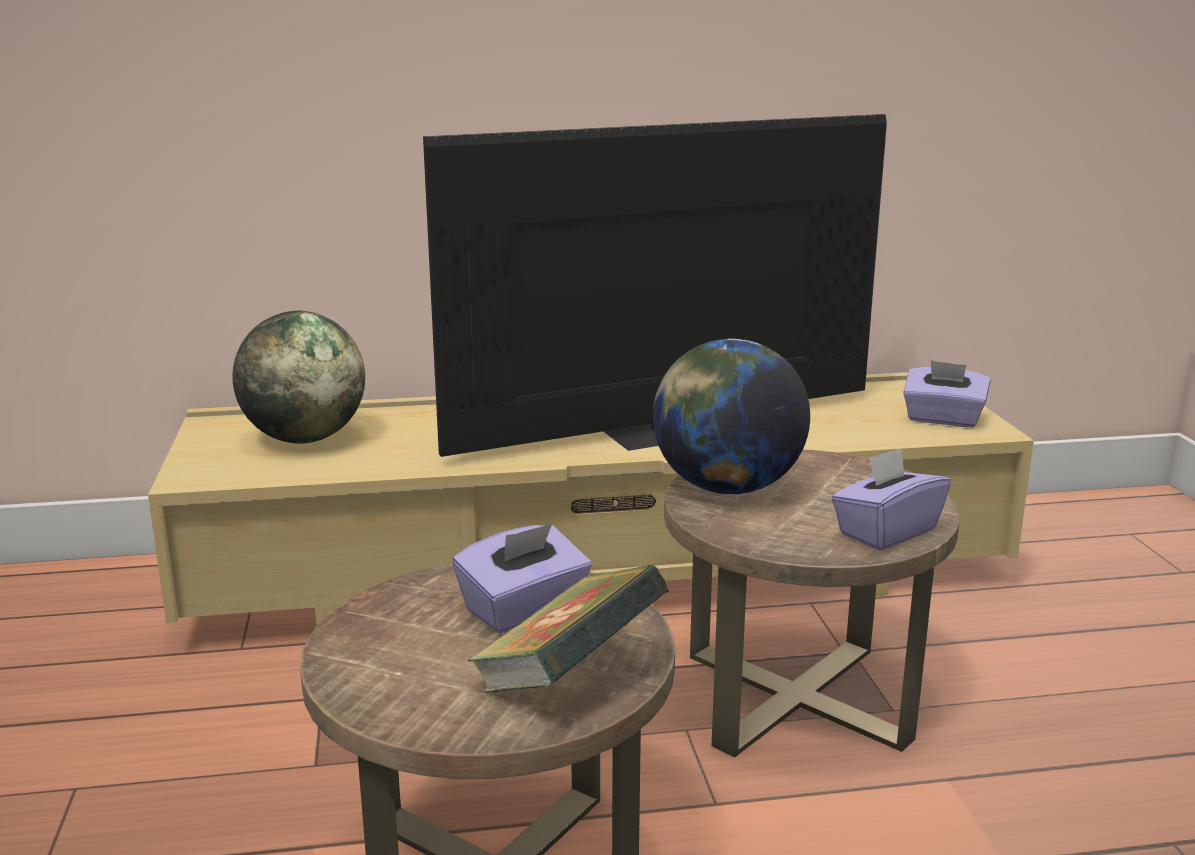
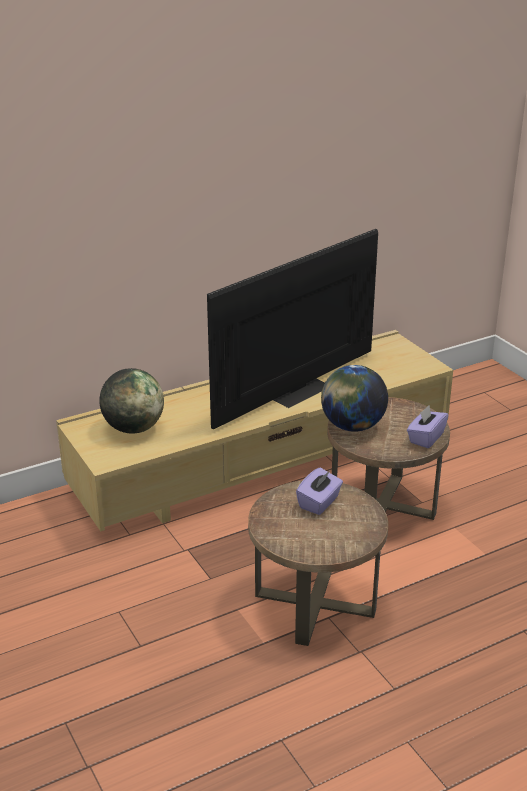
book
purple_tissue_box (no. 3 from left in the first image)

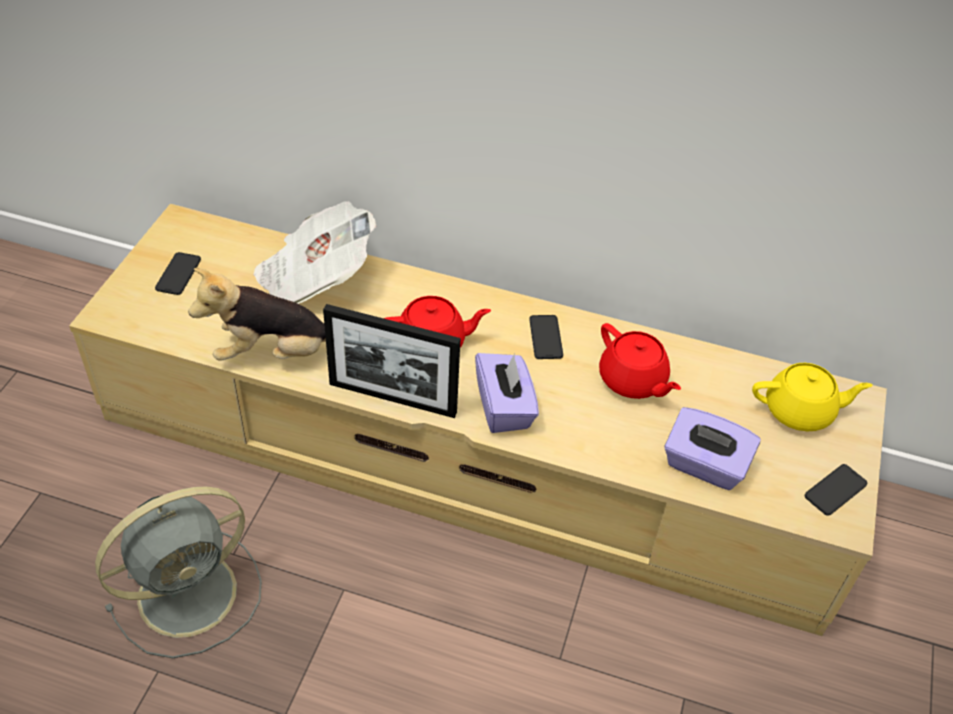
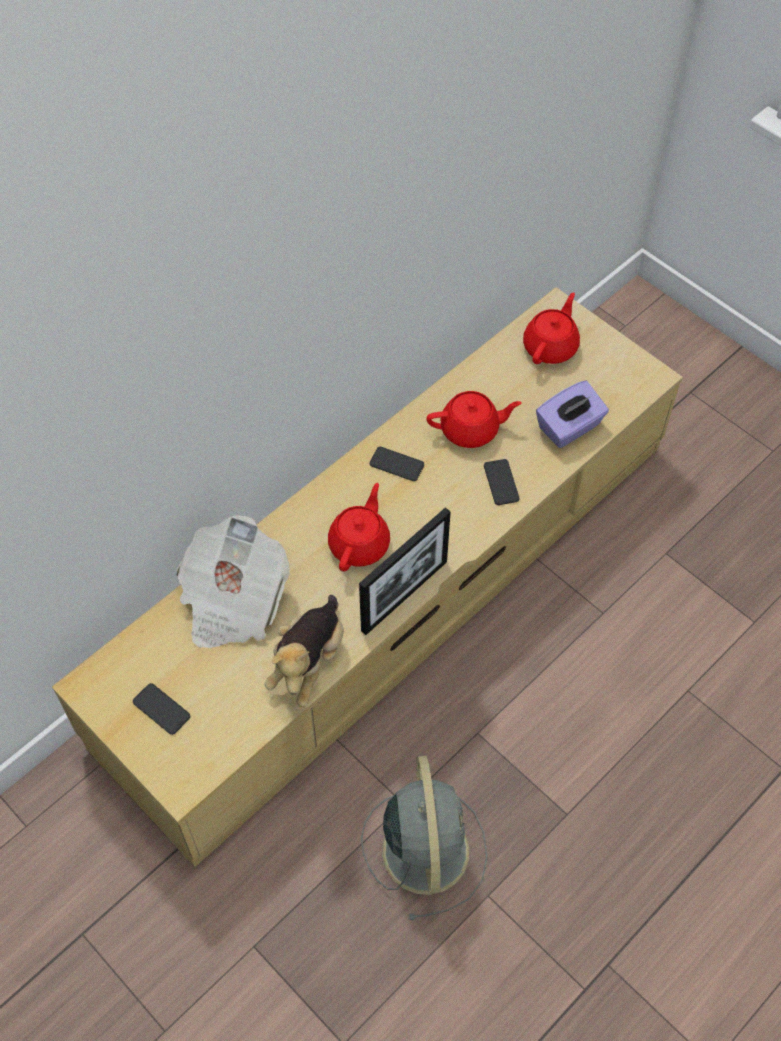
phone (no. 3 from left)
red_teapot (no. 3 from left)
purple_tissue_box (no. 1 from left in the first image)

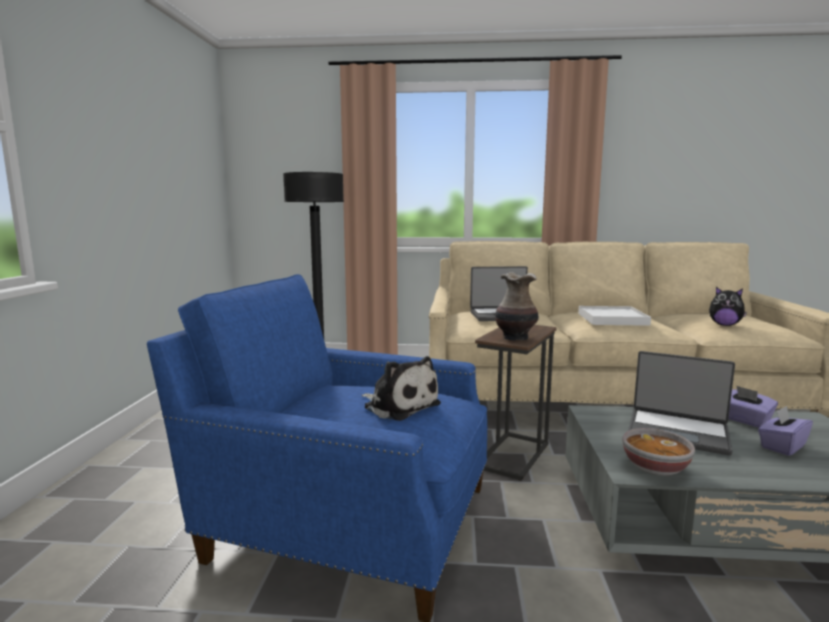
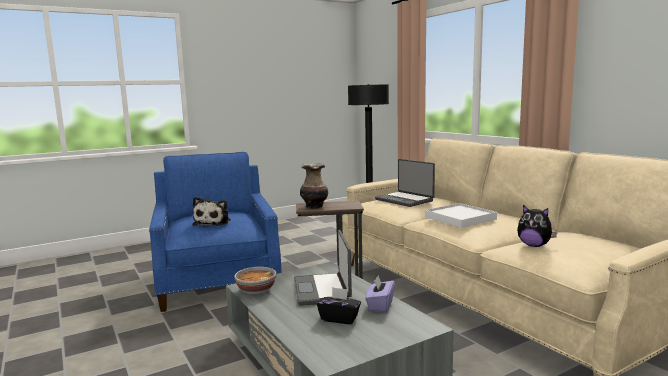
black_tissue_box
plush_toy (no. 2 from left)

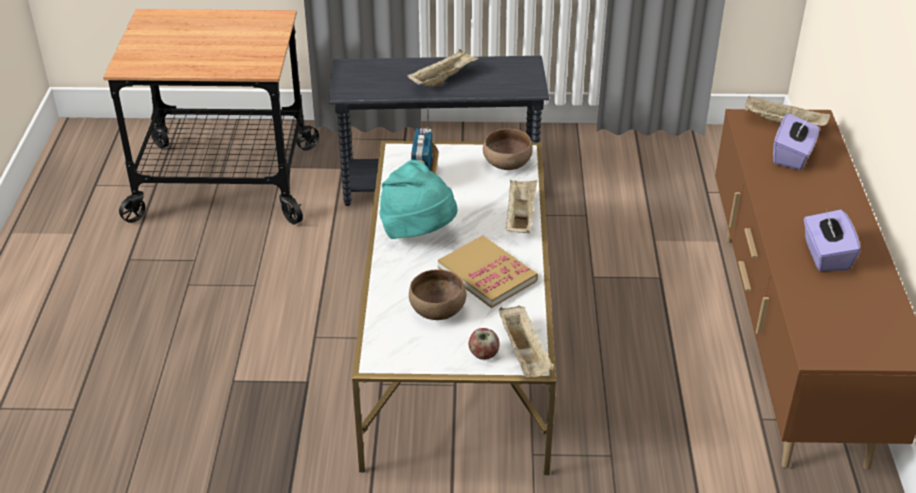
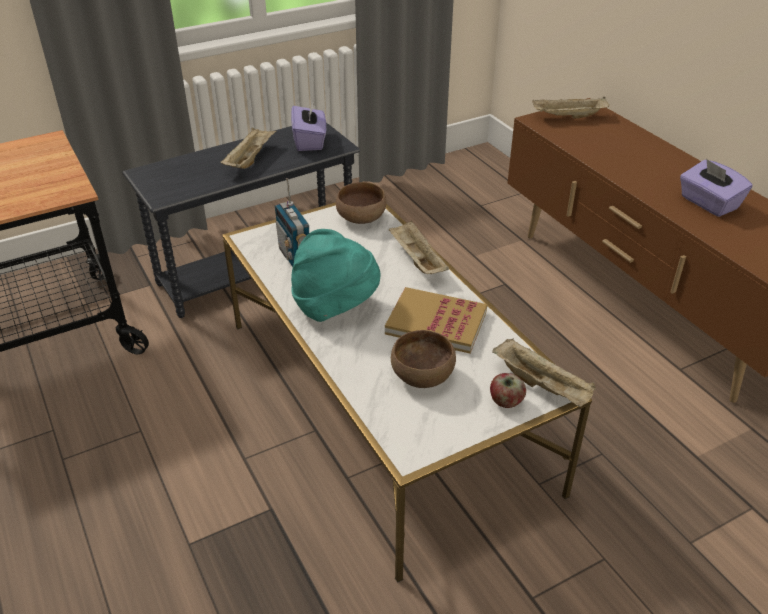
purple_tissue_box (no. 1 from left)

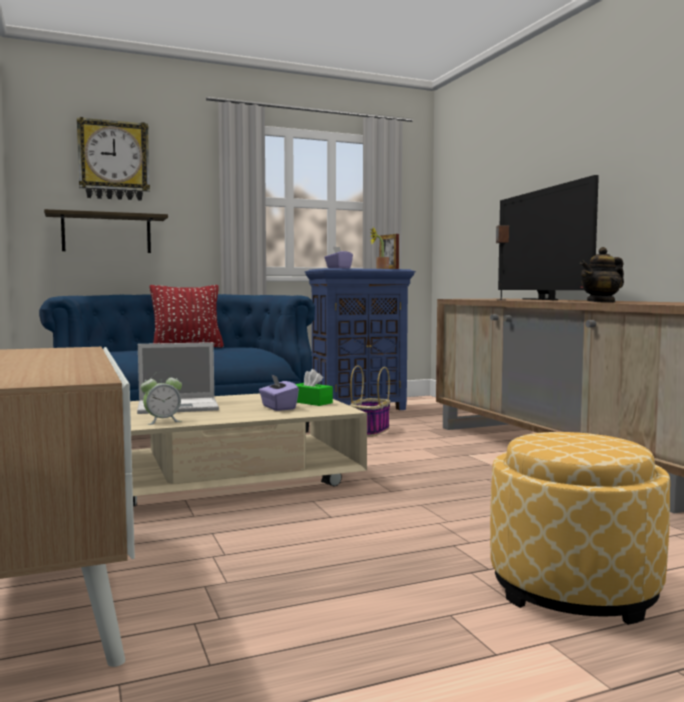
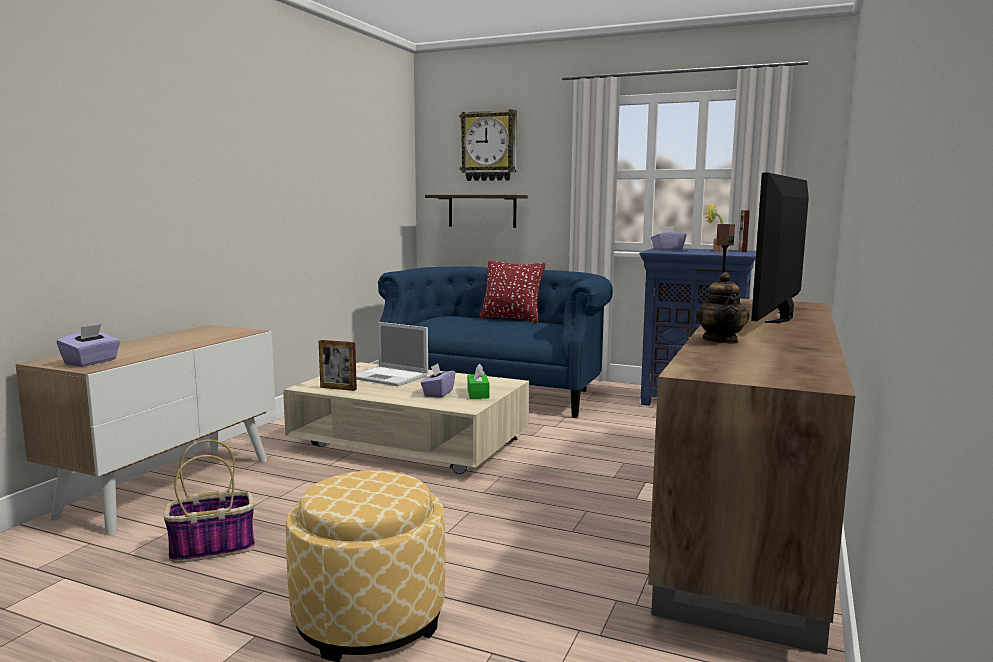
purple_tissue_box (no. 1 from left)
basket
picture_frame (no. 1 from left)
teapot

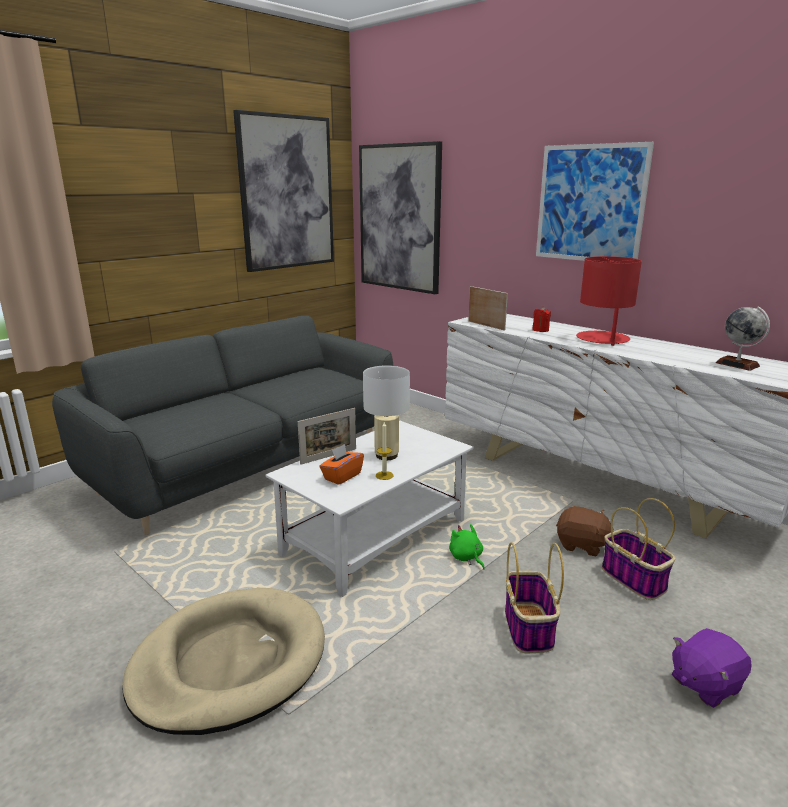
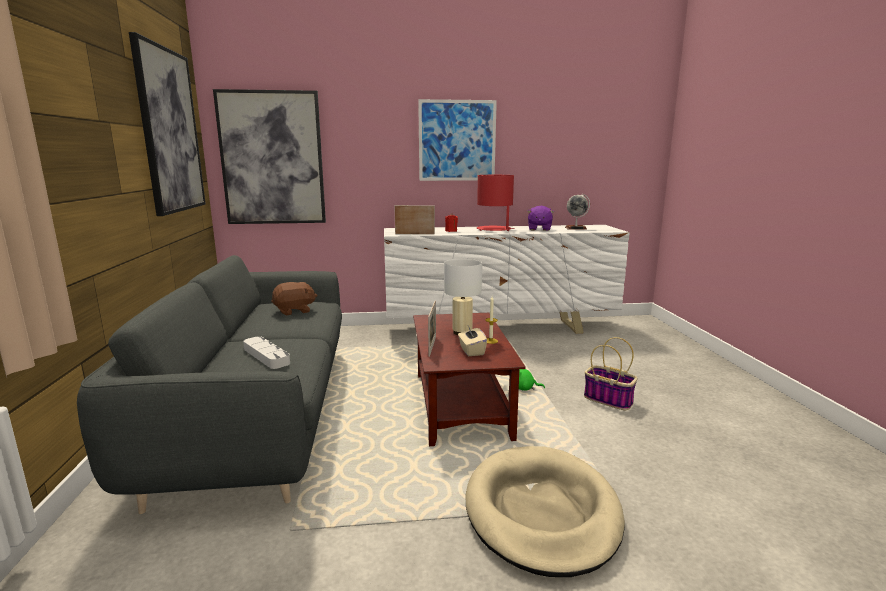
grey_tray
brown_plush_toy
brown_coffee_table
beige_tissue_box
purple_plush_toy
basket (no. 2 from left in the first image)

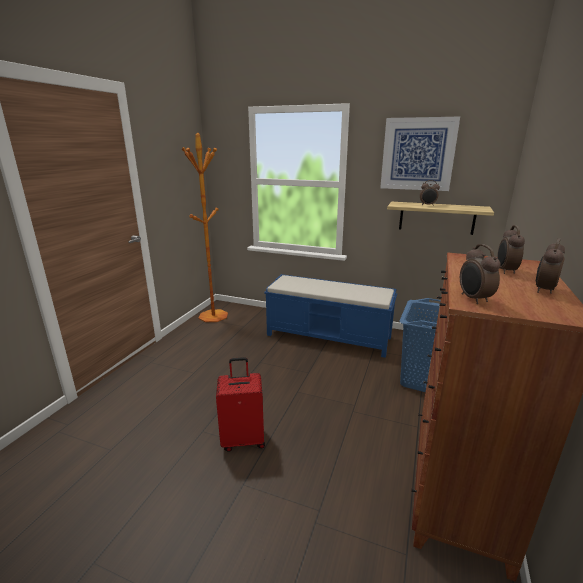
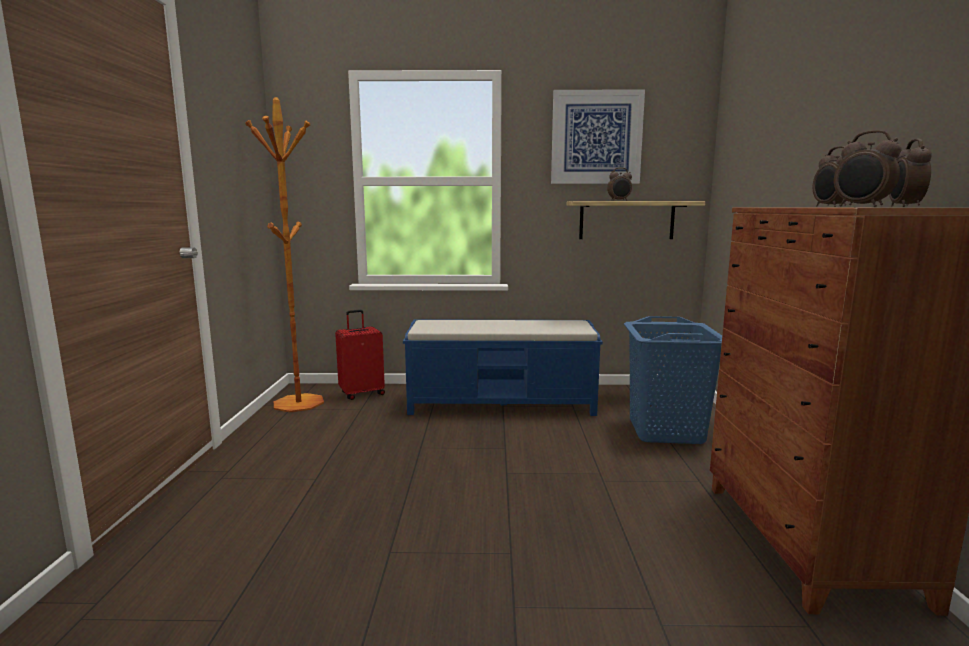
red_suitcase

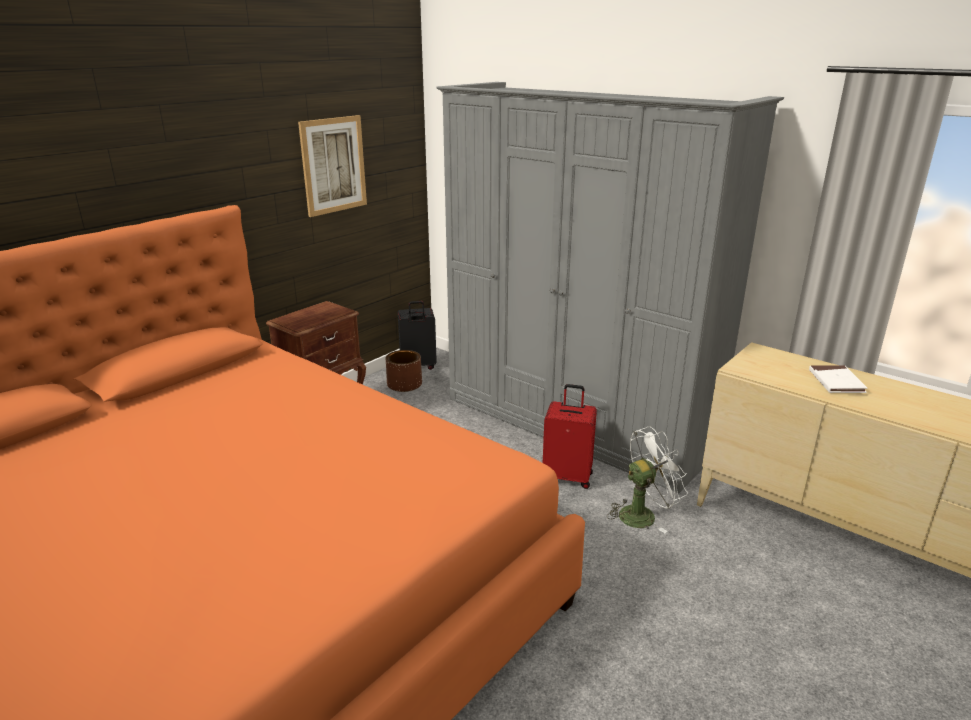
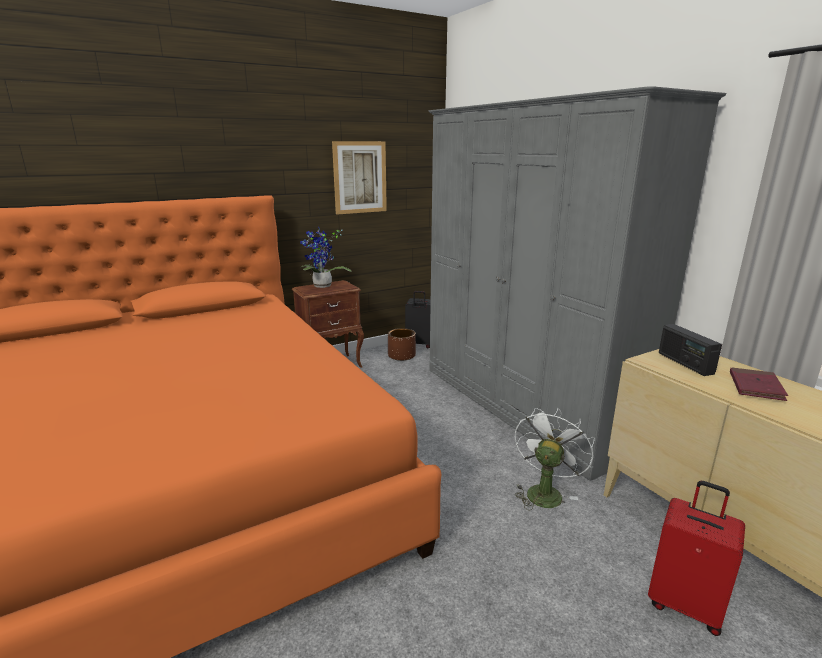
potted_plant
white_fan
red_suitcase
radio
red_book

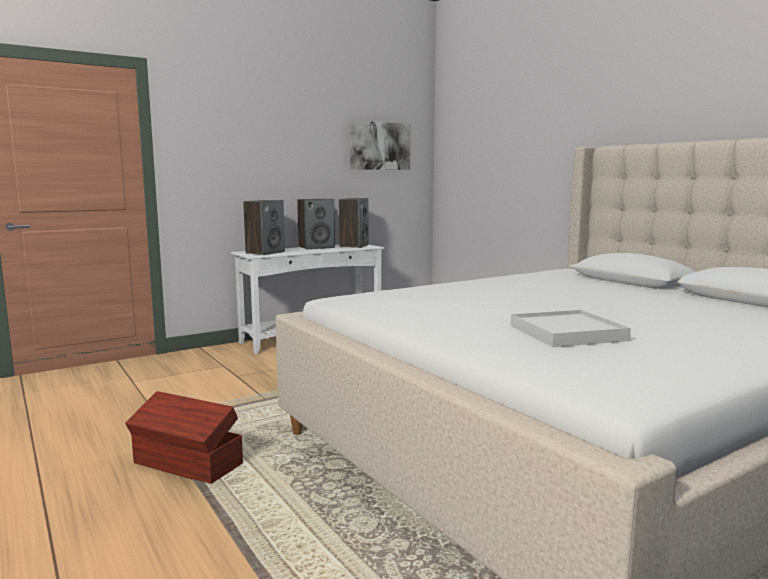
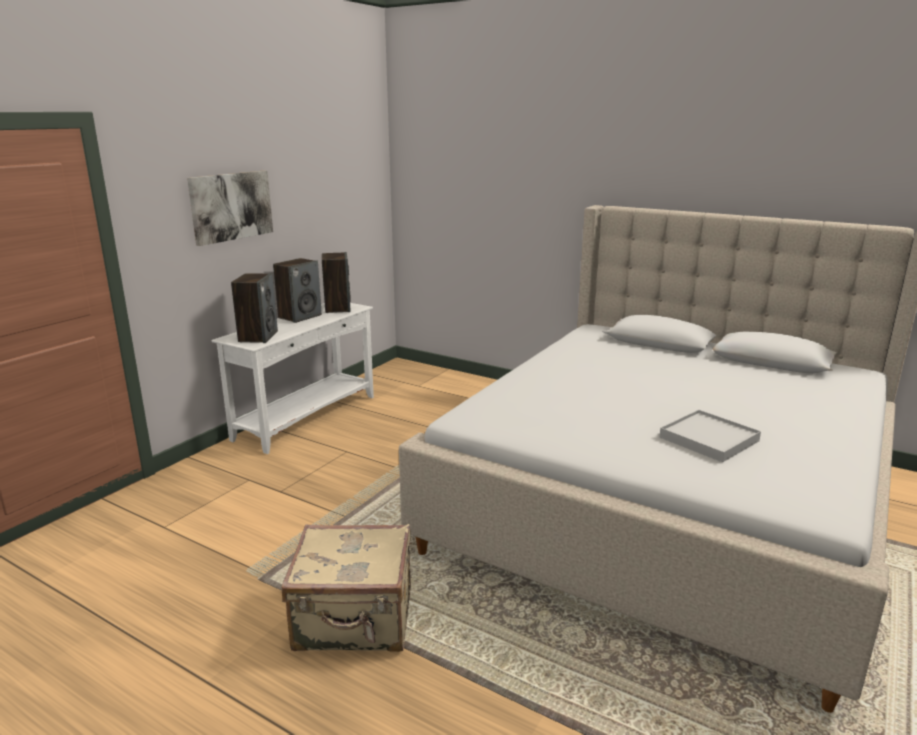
picture
beige_suitcase

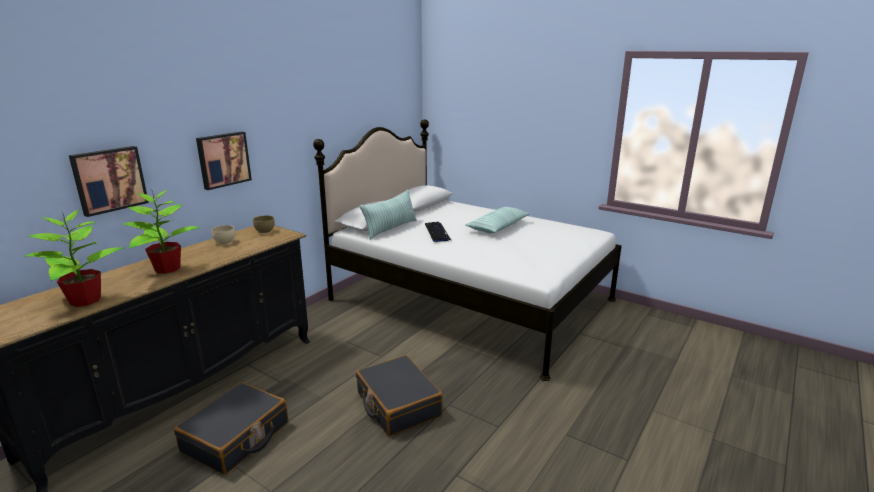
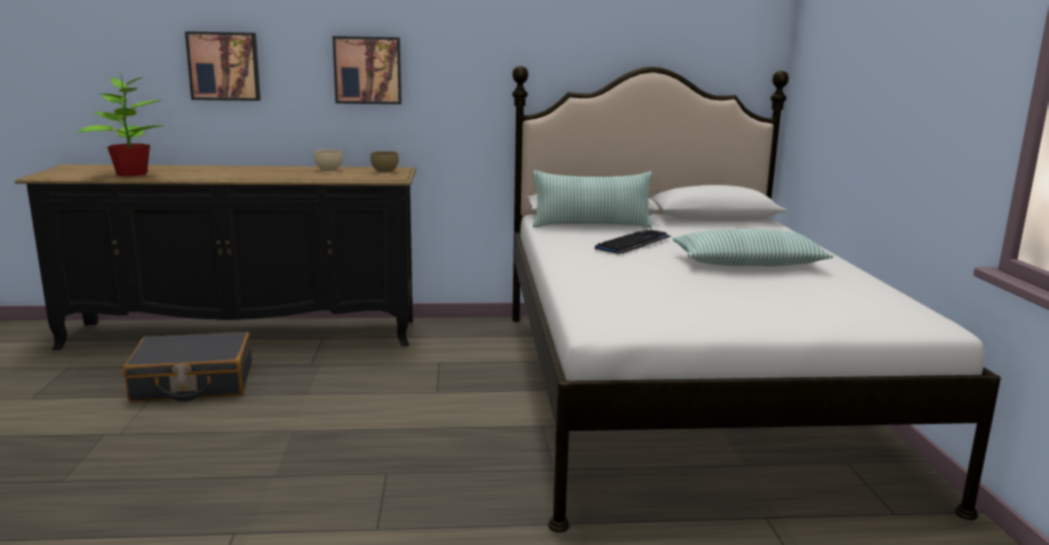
potted_plant (no. 2 from left in the first image)
black_suitcase (no. 2 from left in the first image)

